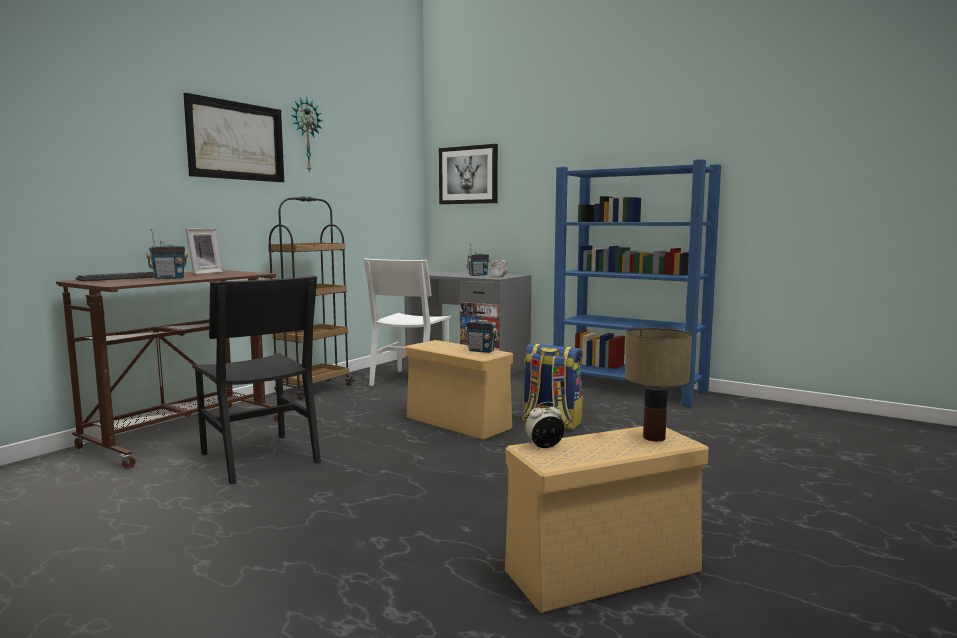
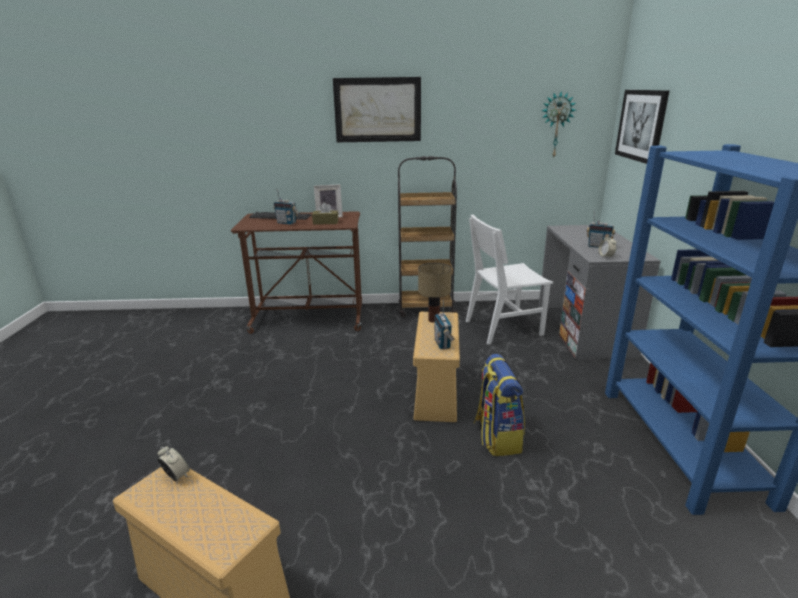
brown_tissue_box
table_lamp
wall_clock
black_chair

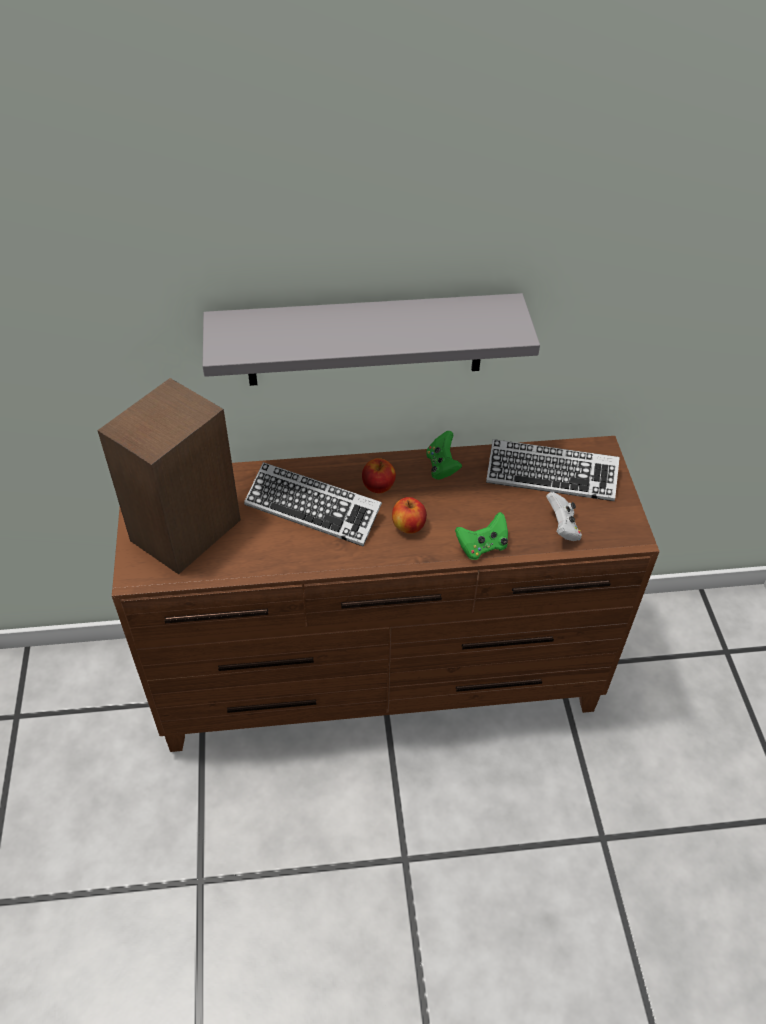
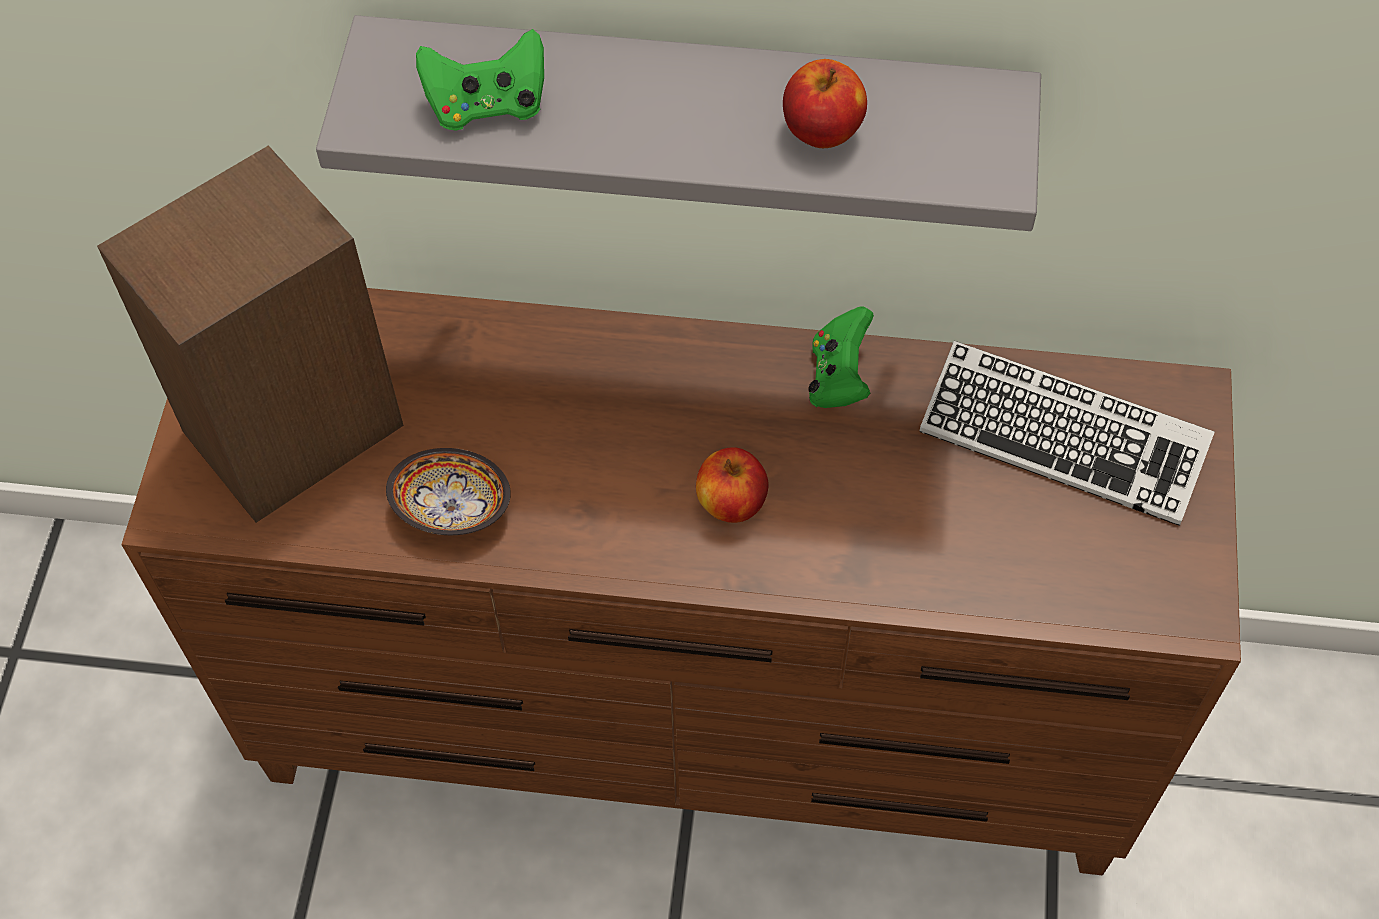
bowl
green_game_controller (no. 1 from left)
apple (no. 2 from left)
keyboard (no. 1 from left in the first image)
white_game_controller

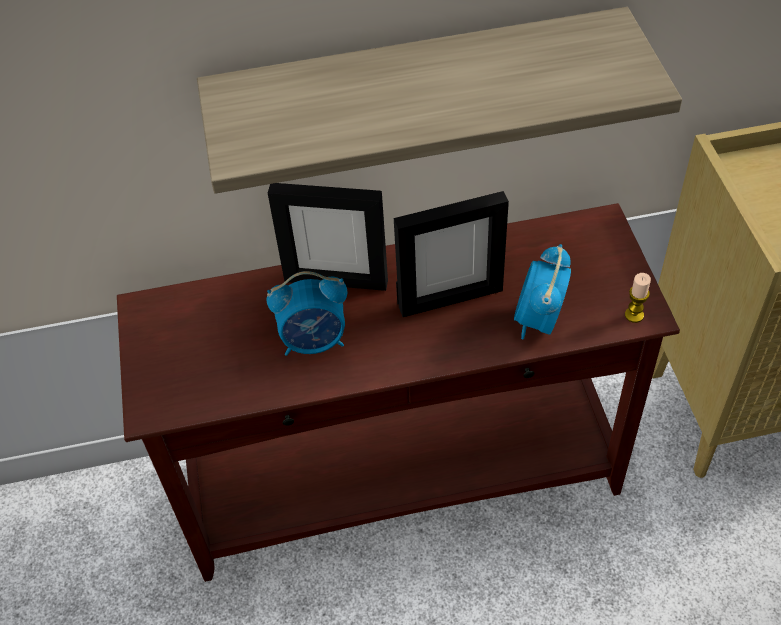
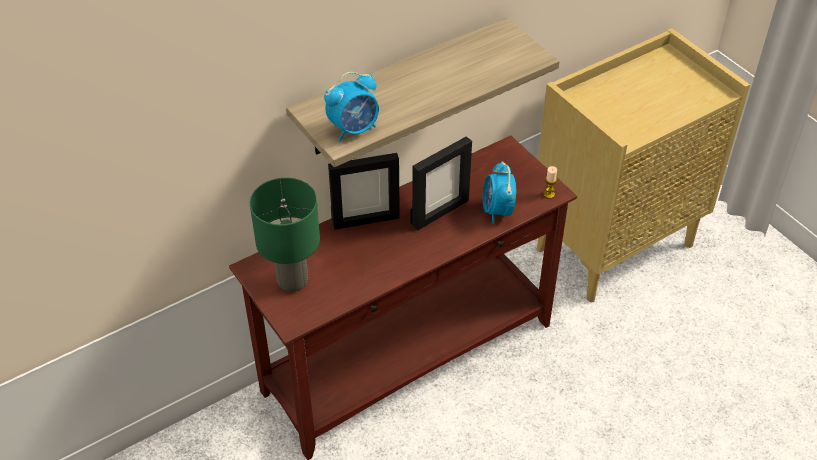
green_table_lamp
alarm_clock (no. 1 from left)

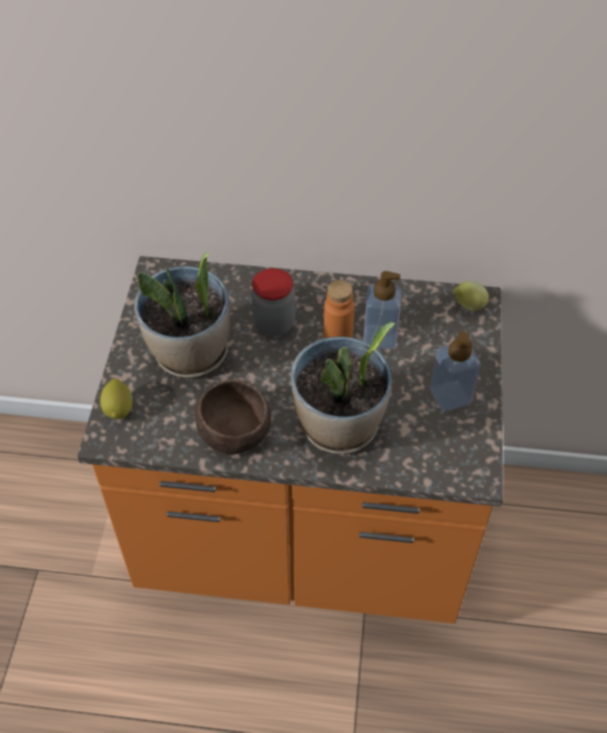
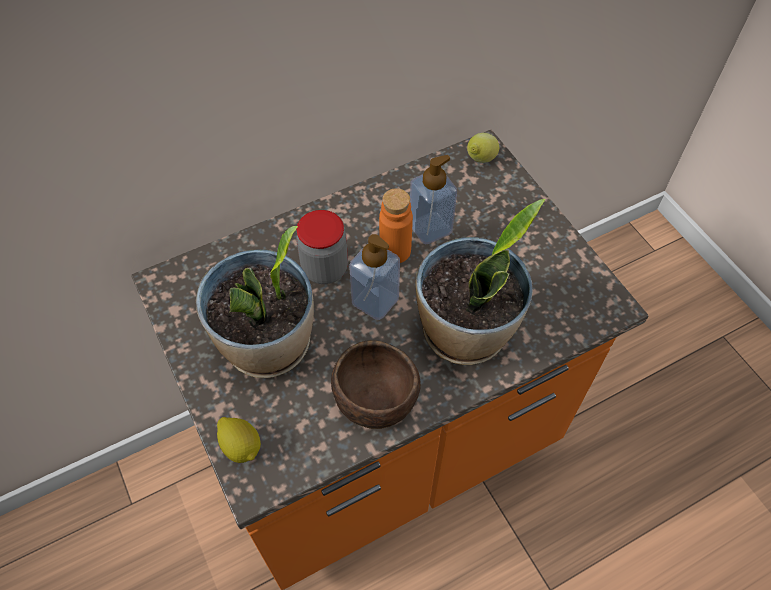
soap_dispenser (no. 1 from left)

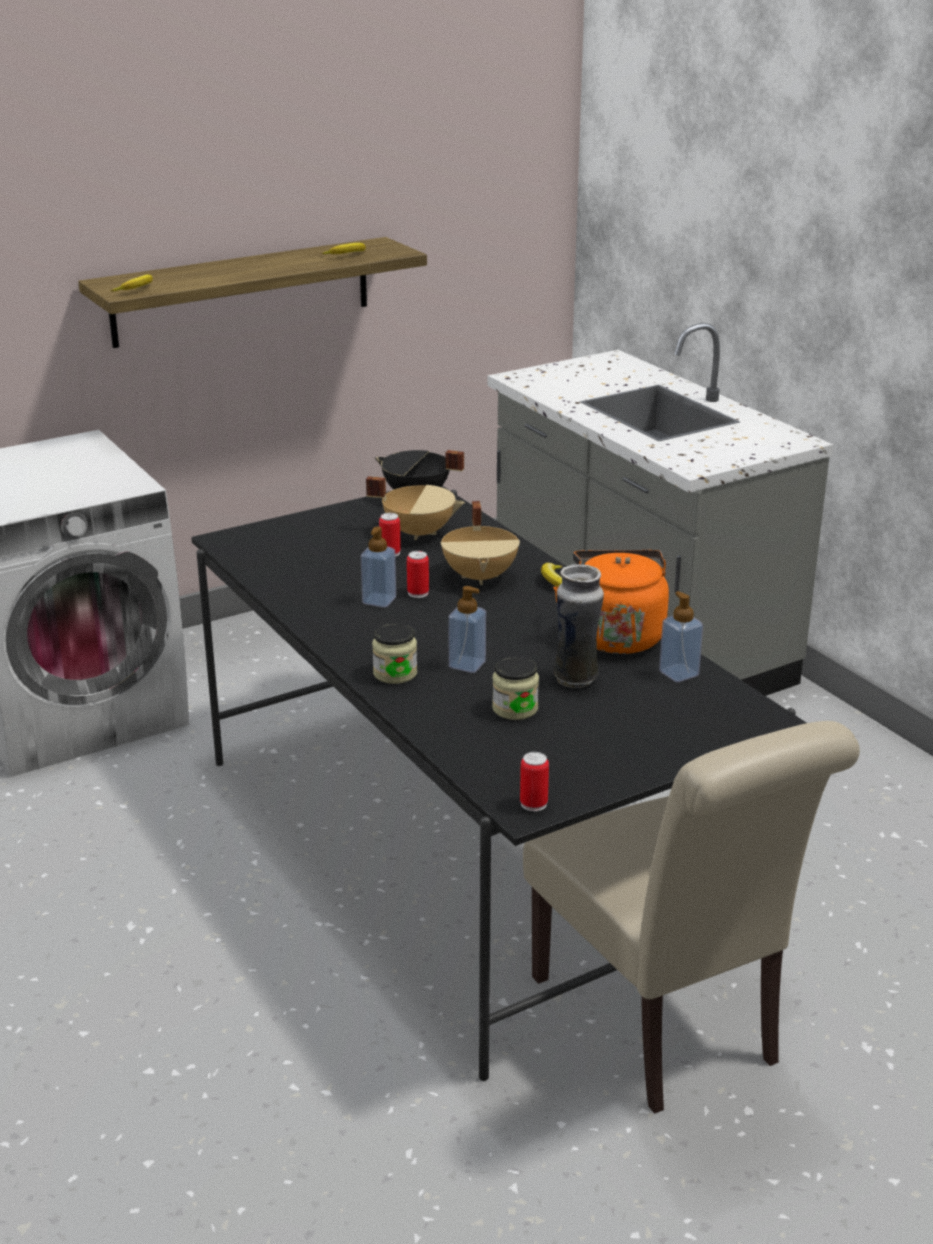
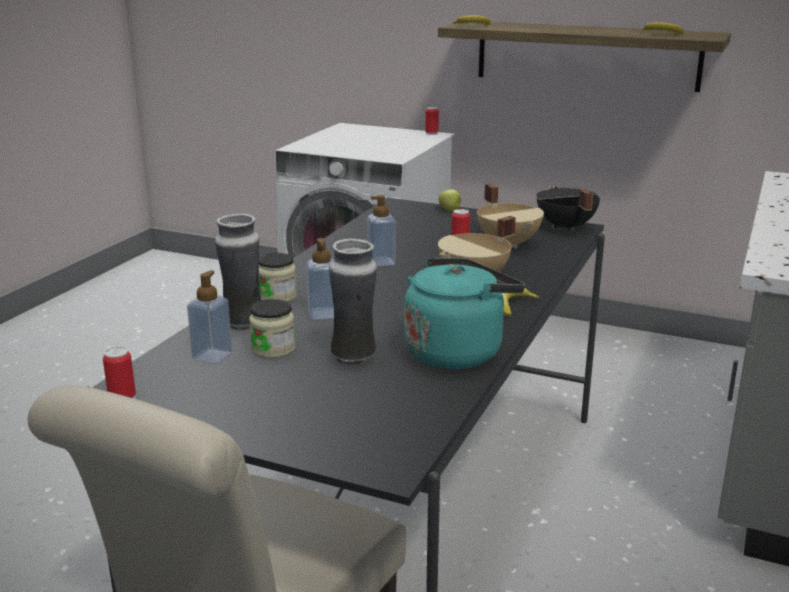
soap_dispenser (no. 1 from left)
vase (no. 1 from left)
turquoise_kettle
can (no. 2 from left)
apple

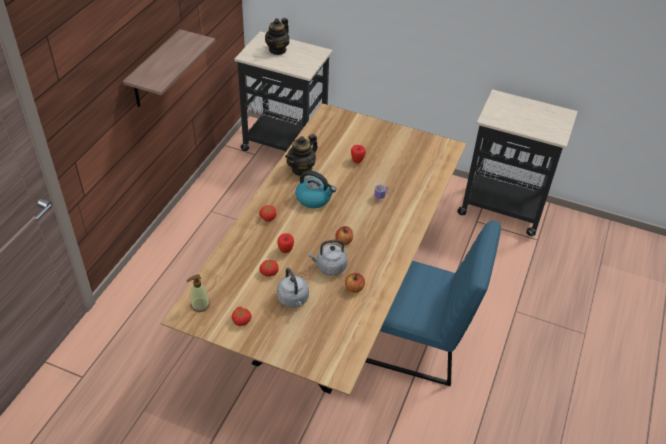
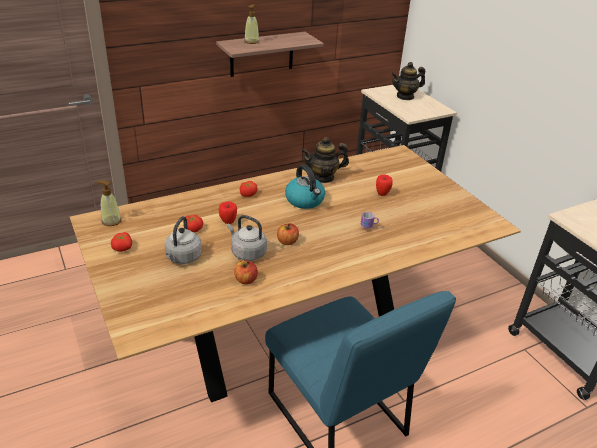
soap_dispenser (no. 2 from left)

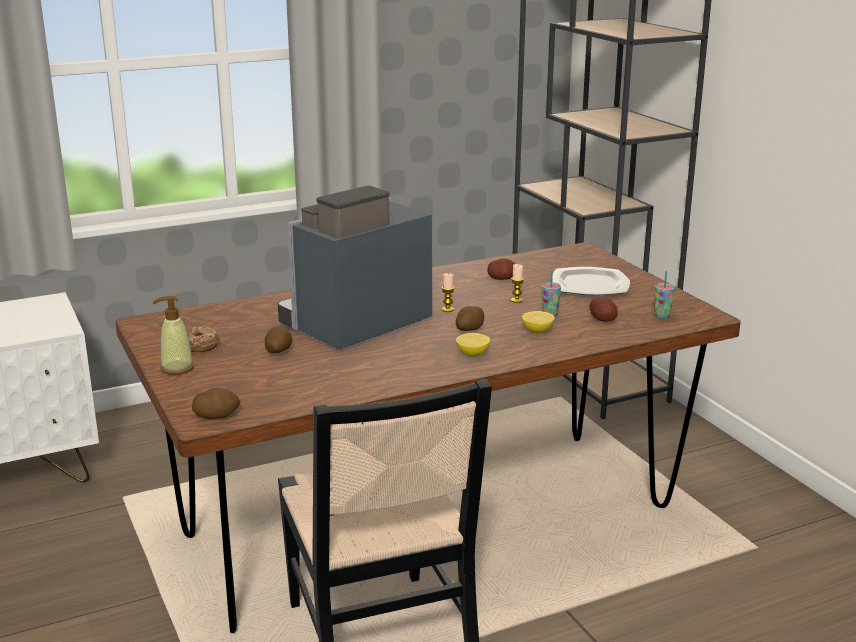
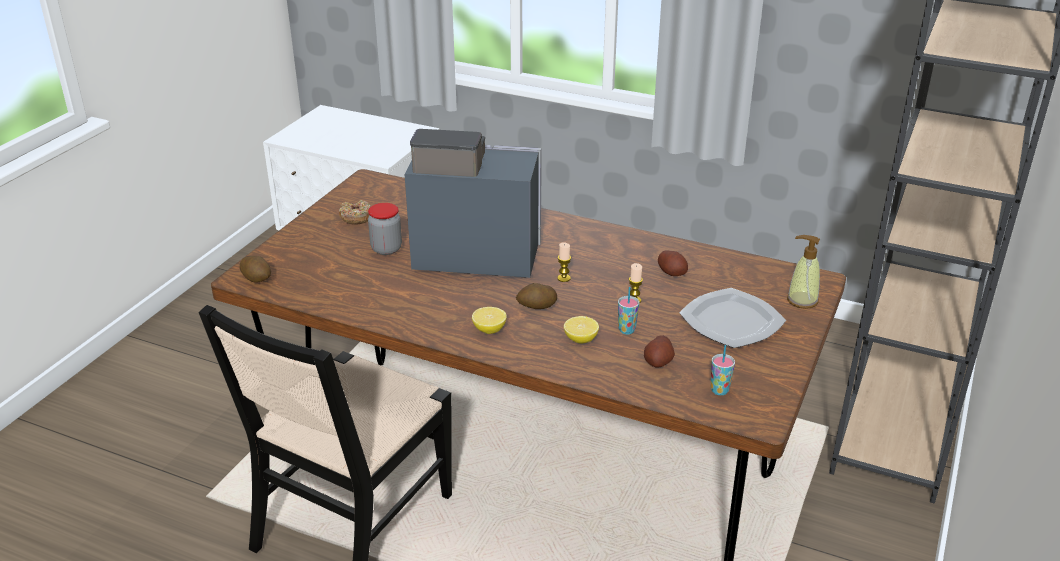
jar
soap_dispenser

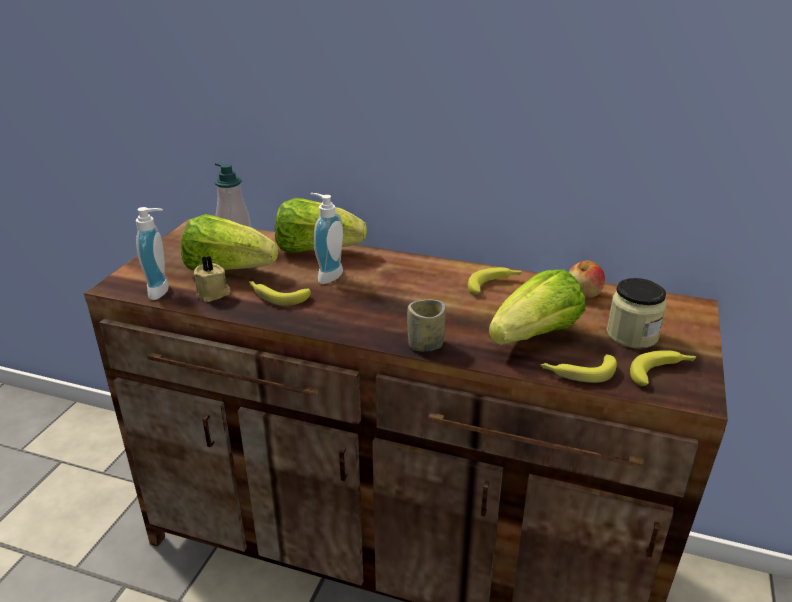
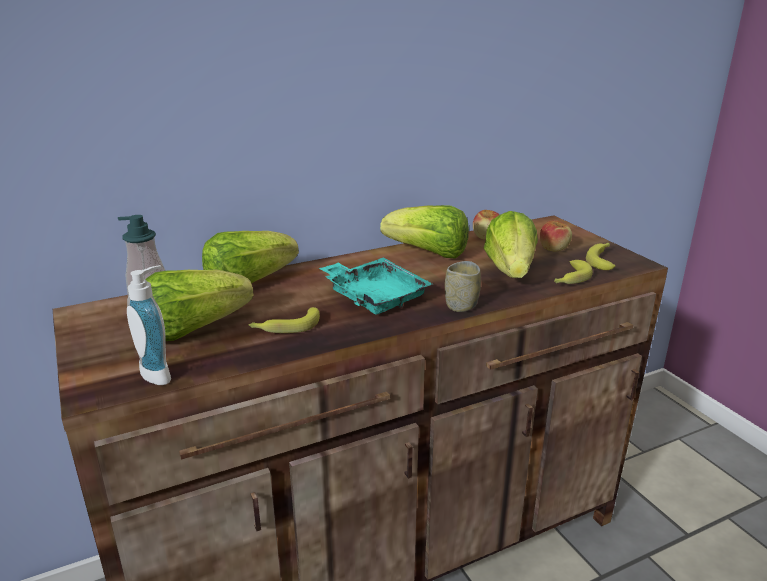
turquoise_tray
lettuce (no. 3 from left)
apple (no. 2 from left)
beige_candle
soap_dispenser (no. 3 from left in the first image)

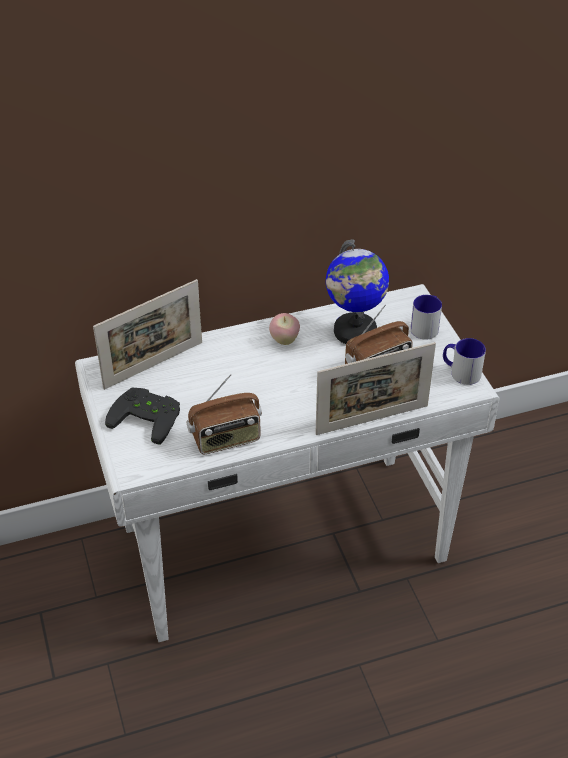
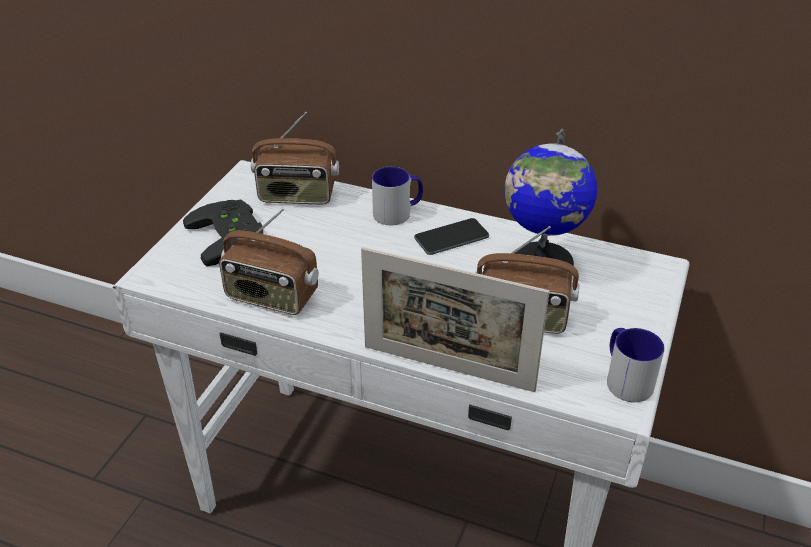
radio (no. 2 from left)
mug (no. 1 from left)
phone

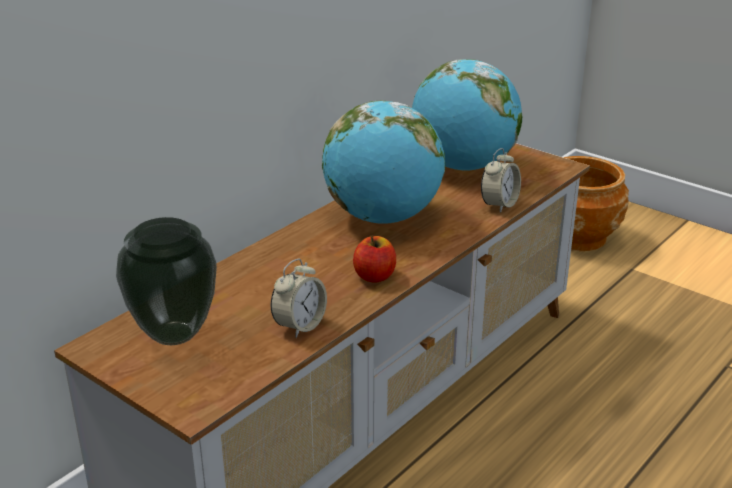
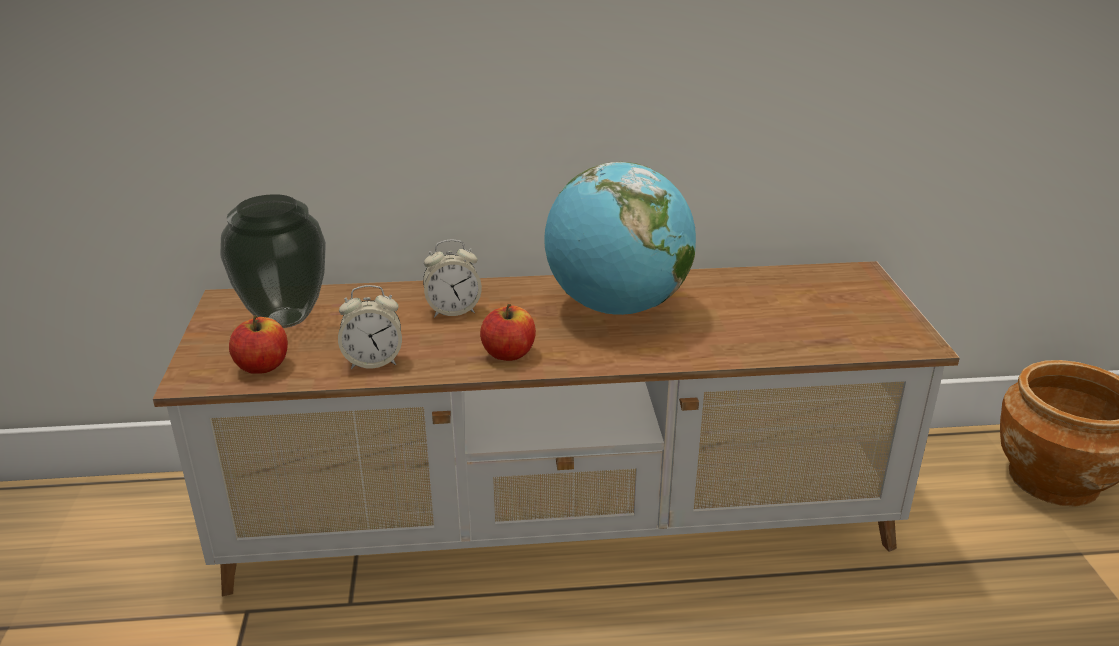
apple (no. 1 from left)
alarm_clock (no. 2 from left)
globe (no. 2 from left in the first image)

